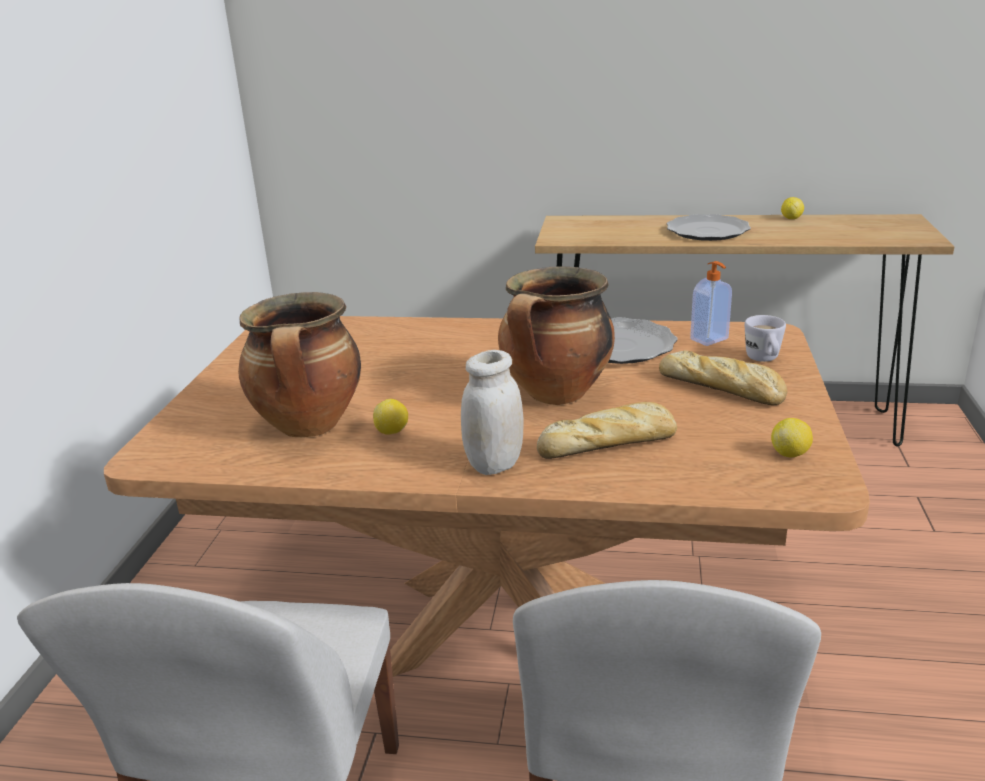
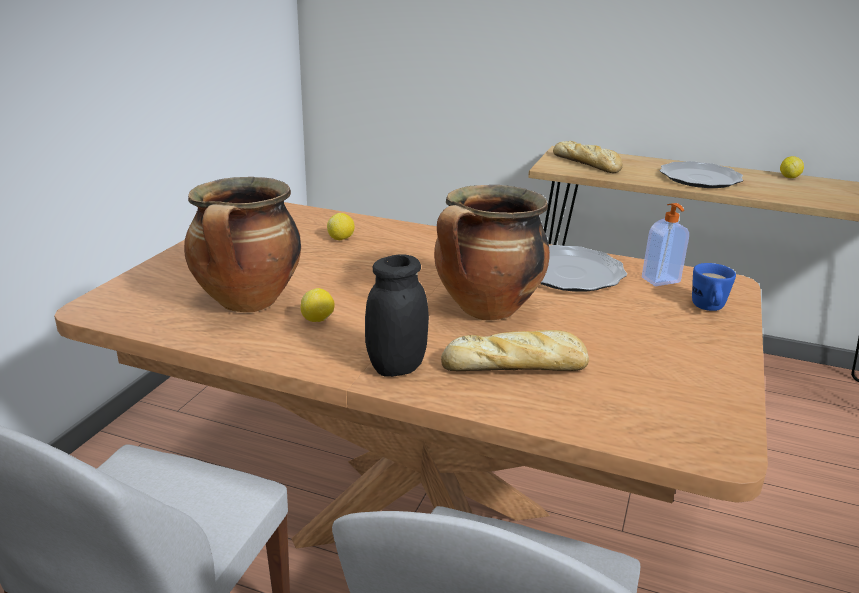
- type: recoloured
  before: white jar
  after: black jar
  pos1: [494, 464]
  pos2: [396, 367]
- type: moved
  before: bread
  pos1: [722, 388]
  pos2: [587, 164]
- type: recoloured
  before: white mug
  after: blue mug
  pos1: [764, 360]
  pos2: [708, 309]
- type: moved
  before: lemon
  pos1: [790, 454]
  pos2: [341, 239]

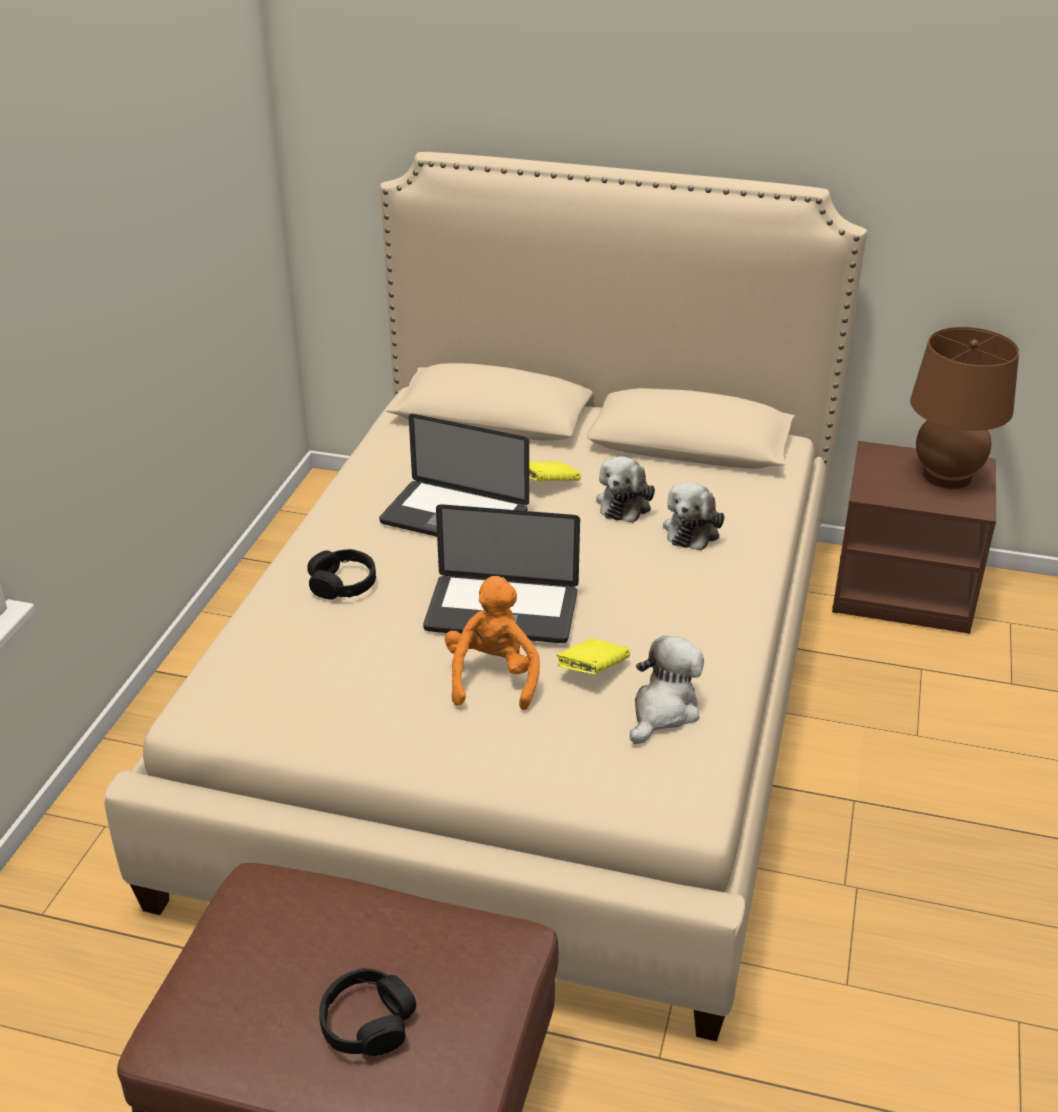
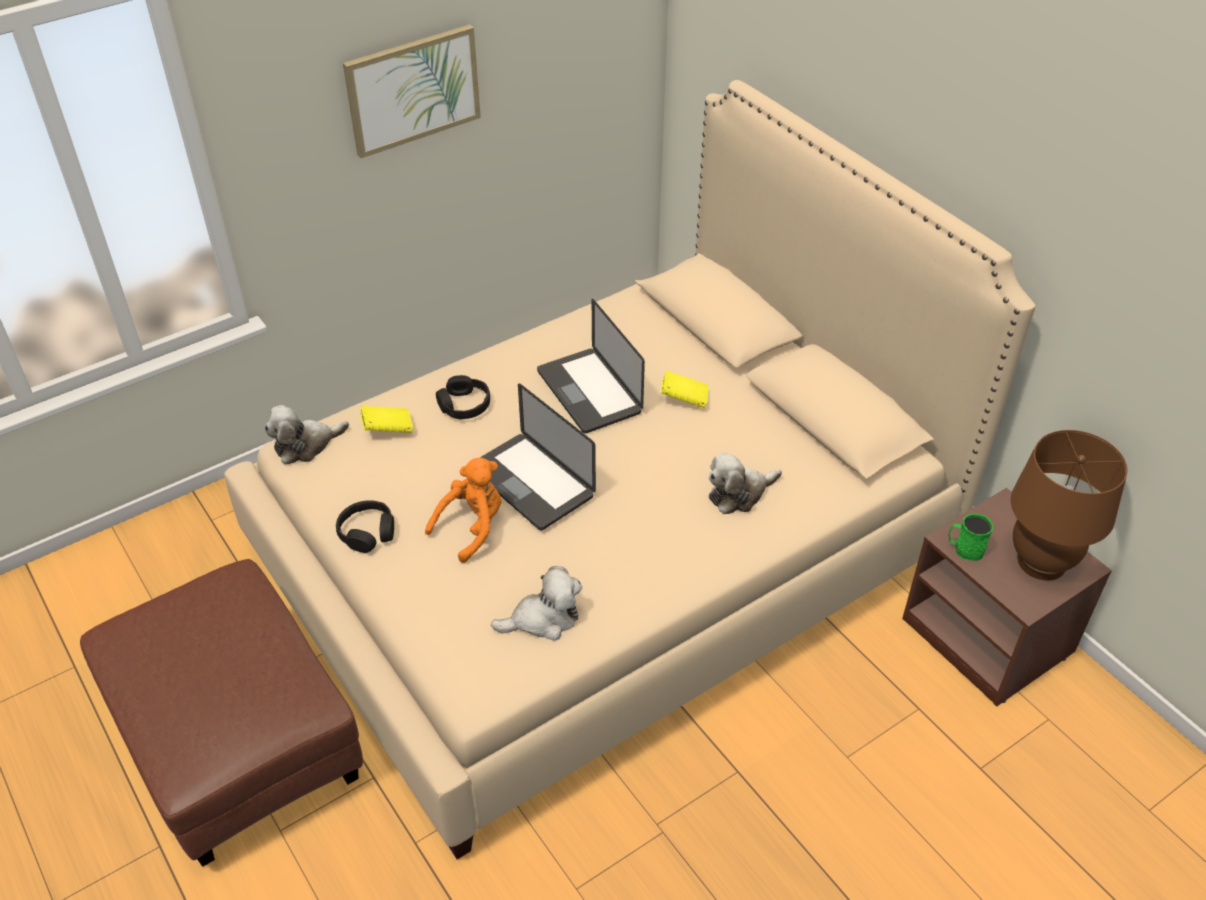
- type: moved
  before: black headphones
  pos1: [367, 1023]
  pos2: [367, 532]
- type: moved
  before: yellow book
  pos1: [592, 670]
  pos2: [387, 429]
- type: moved
  before: plush toy
  pos1: [625, 503]
  pos2: [306, 445]
- type: added
  after: picture
  pos2: [413, 90]
- type: added
  after: green mug
  pos2: [964, 549]

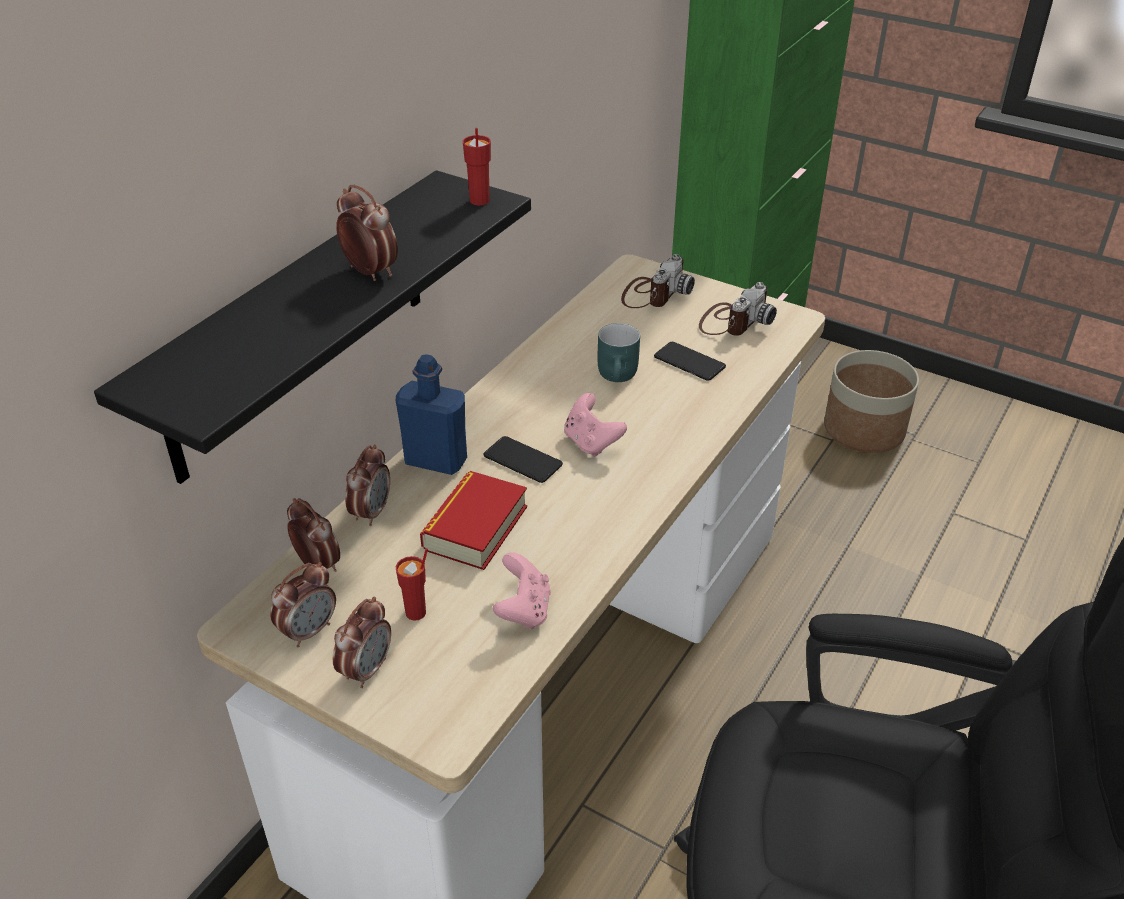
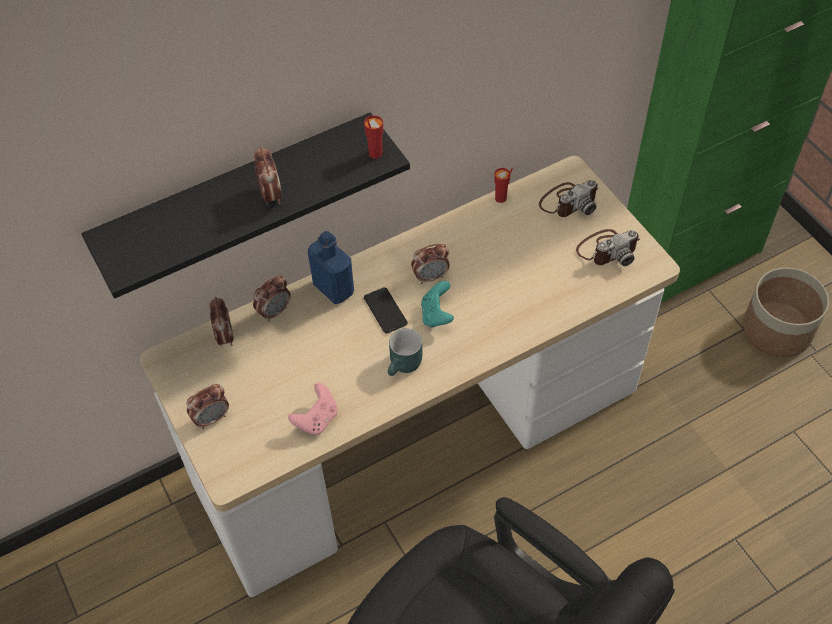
- type: moved
  before: alarm clock
  pos1: [309, 631]
  pos2: [430, 277]
- type: moved
  before: red cup
  pos1: [416, 613]
  pos2: [501, 198]
- type: removed
  before: book
  pos1: [475, 528]
- type: recoloured
  before: pink game controller
  after: turquoise game controller
  pos1: [591, 443]
  pos2: [437, 315]
- type: moved
  before: turquoise mug
  pos1: [620, 376]
  pos2: [405, 366]
- type: removed
  before: phone
  pos1: [689, 362]

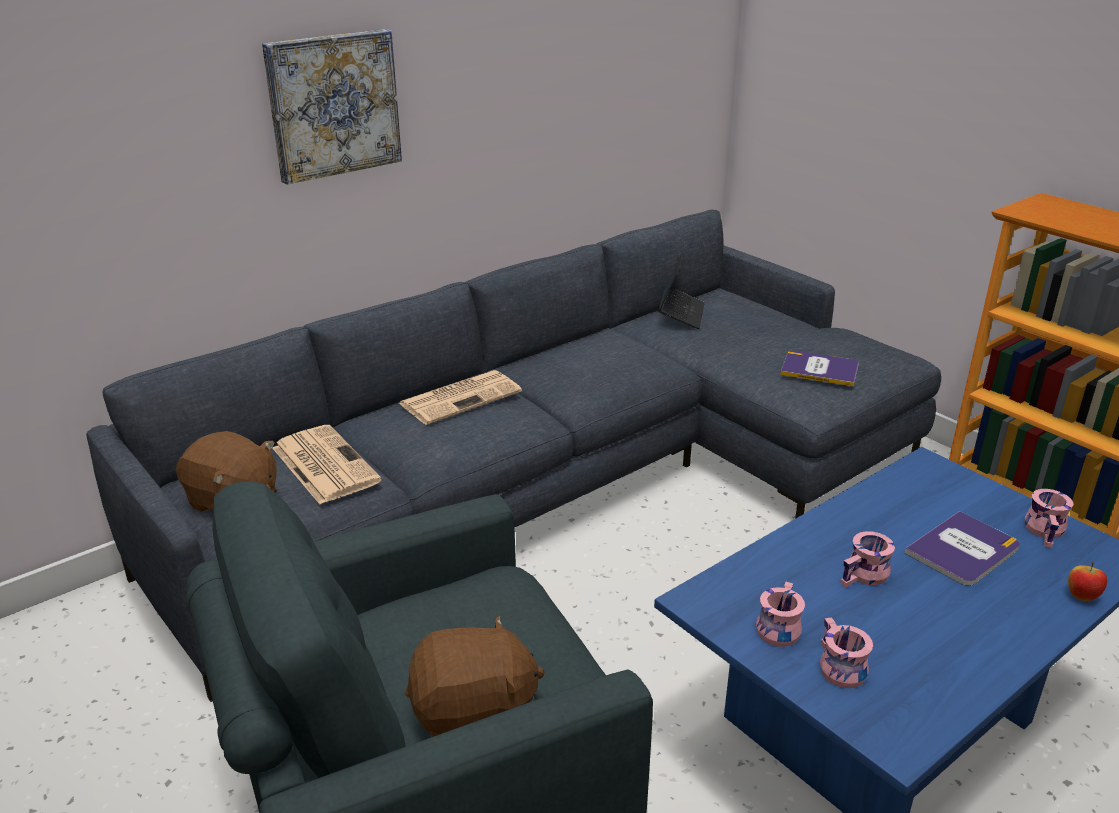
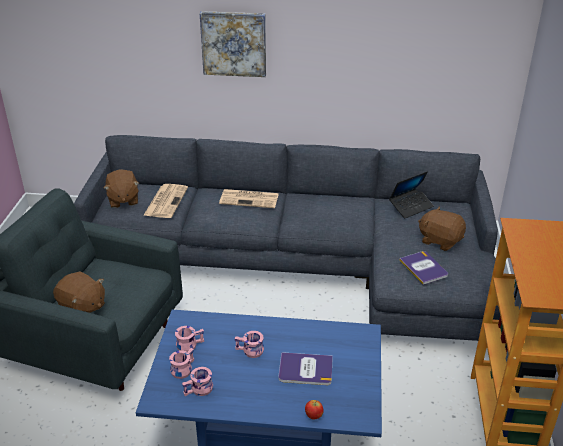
- type: moved
  before: pink mug
  pos1: [1047, 532]
  pos2: [199, 390]
- type: added
  after: brown plush toy
  pos2: [440, 240]

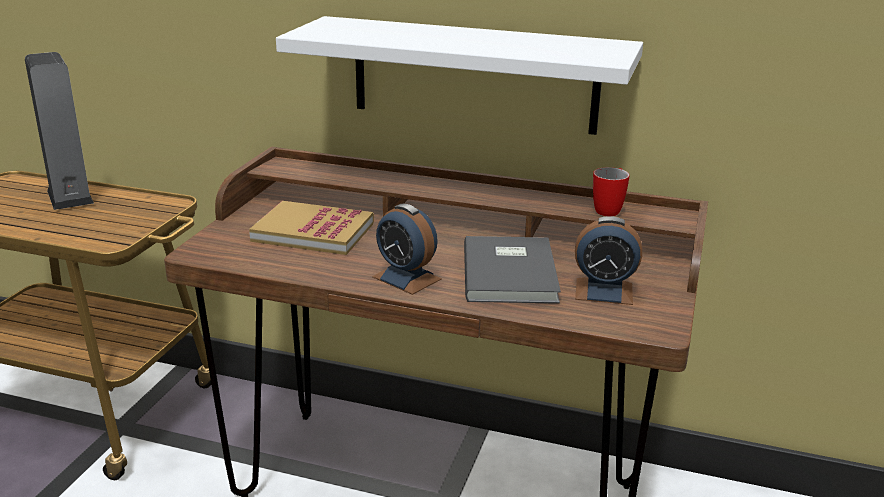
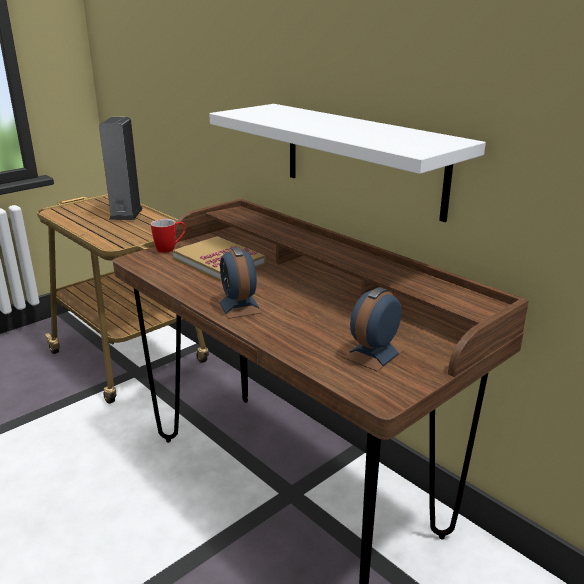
- type: removed
  before: grey book
  pos1: [512, 272]
- type: turned
  before: alarm clock
  pos1: [604, 291]
  pos2: [373, 354]
  turn: 90
- type: moved
  before: mug
  pos1: [610, 209]
  pos2: [170, 249]

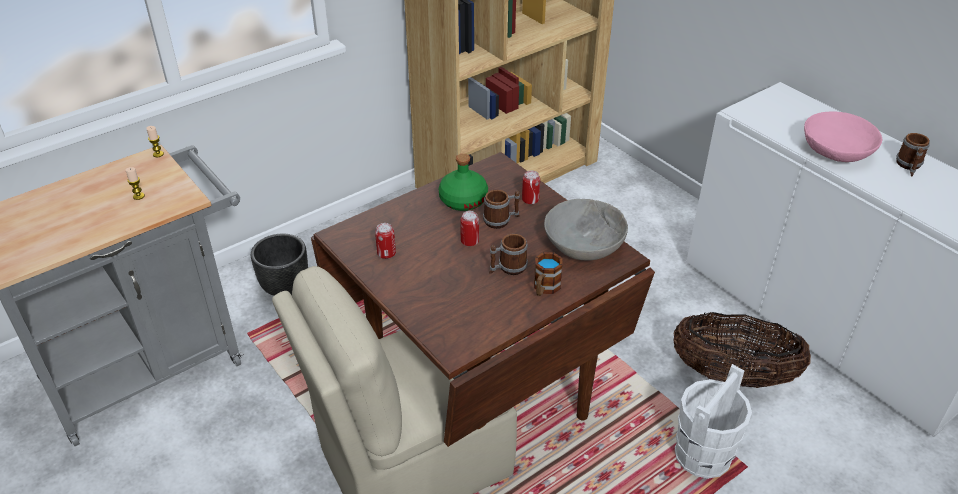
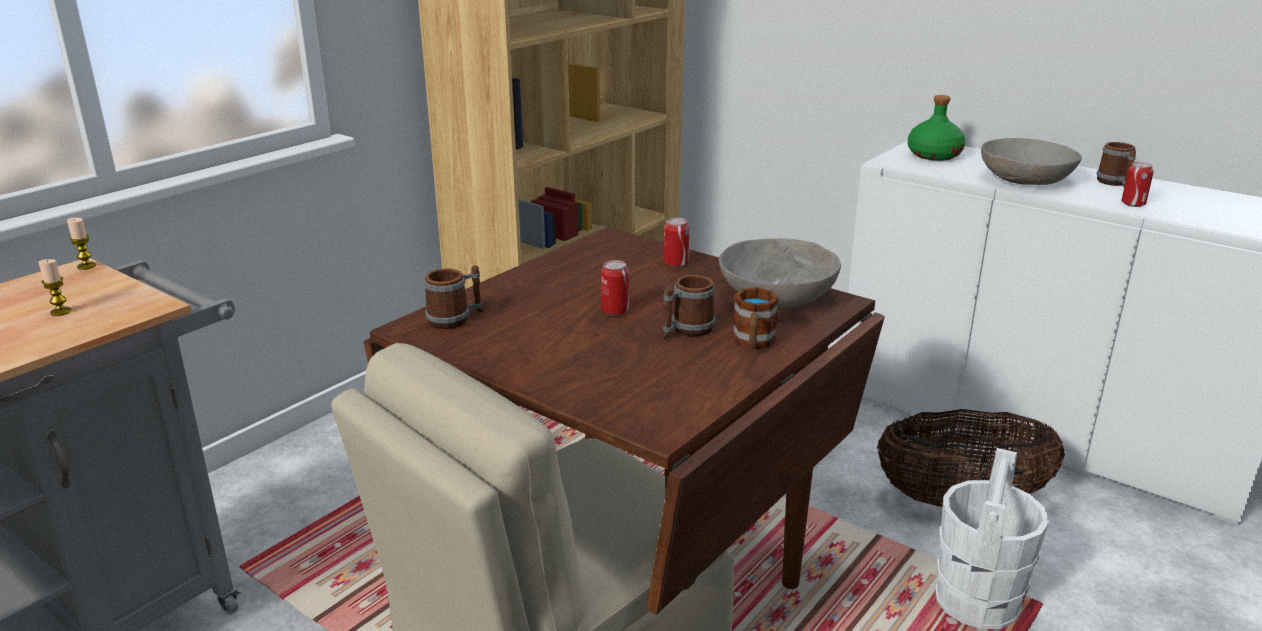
- type: removed
  before: black planter
  pos1: [285, 286]
- type: moved
  before: can
  pos1: [386, 254]
  pos2: [1133, 204]
- type: moved
  before: green bottle
  pos1: [463, 200]
  pos2: [933, 155]
- type: moved
  before: mug
  pos1: [501, 220]
  pos2: [456, 319]
- type: recoloured
  before: pink bowl
  after: grey bowl
  pos1: [836, 151]
  pos2: [1026, 180]

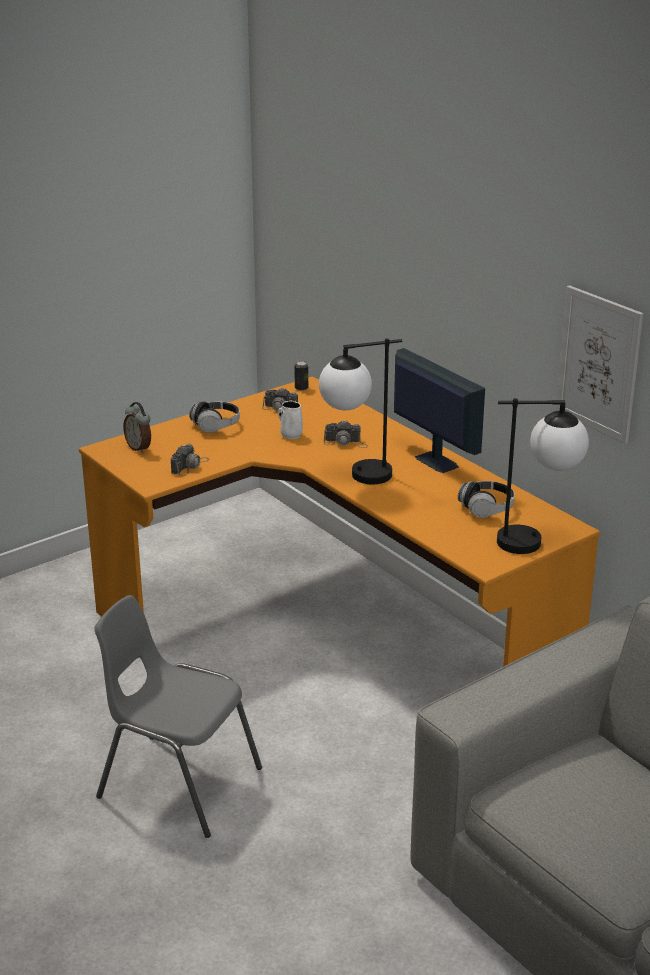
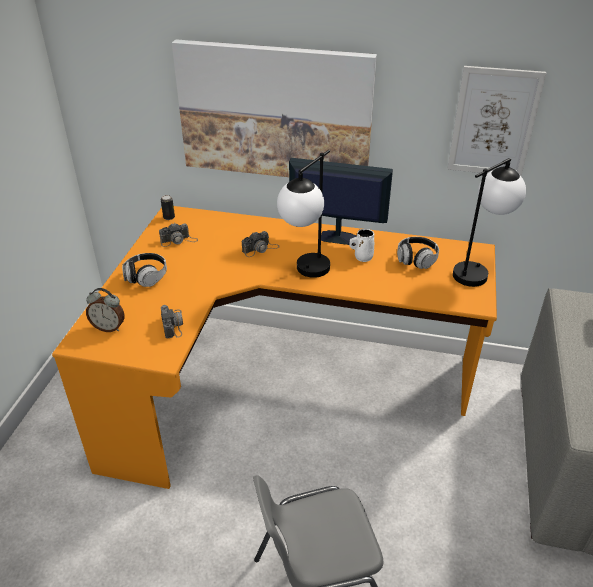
- type: moved
  before: white mug
  pos1: [290, 434]
  pos2: [362, 257]
- type: added
  after: picture
  pos2: [274, 112]

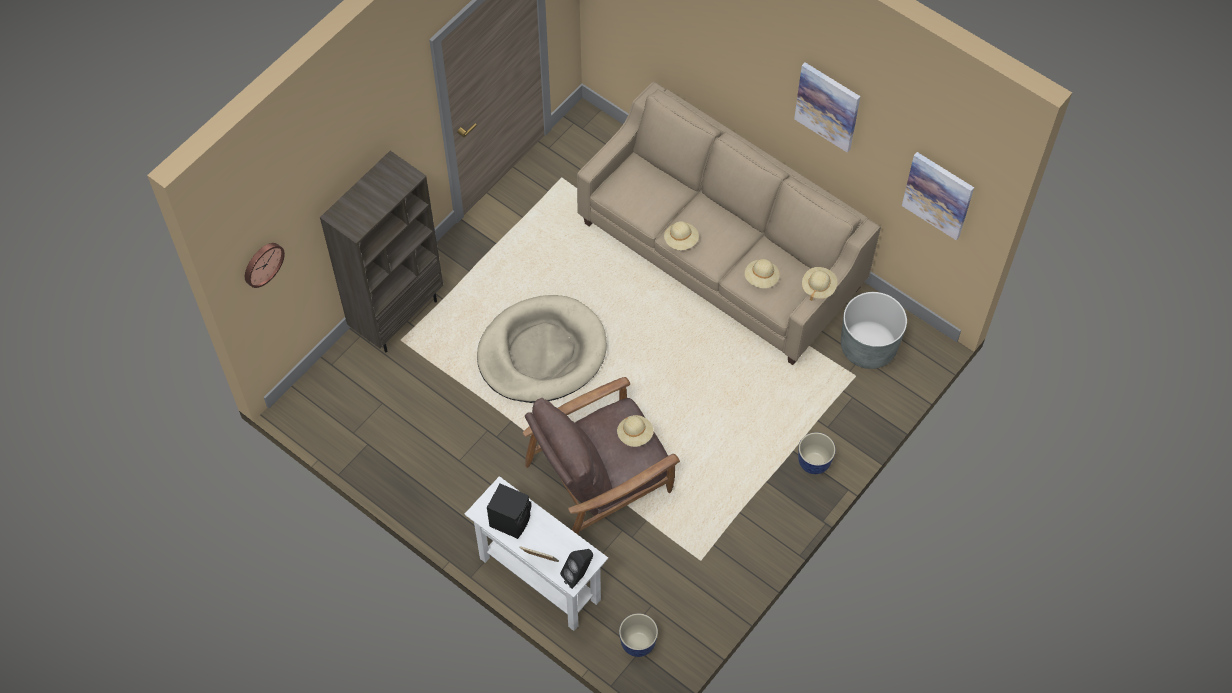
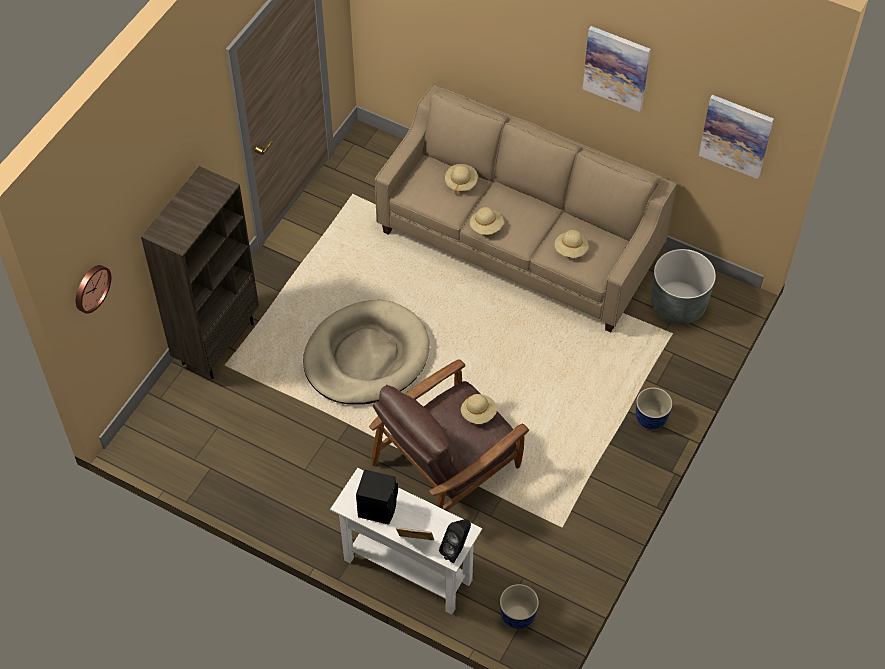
- type: moved
  before: beige hat
  pos1: [818, 287]
  pos2: [461, 182]

